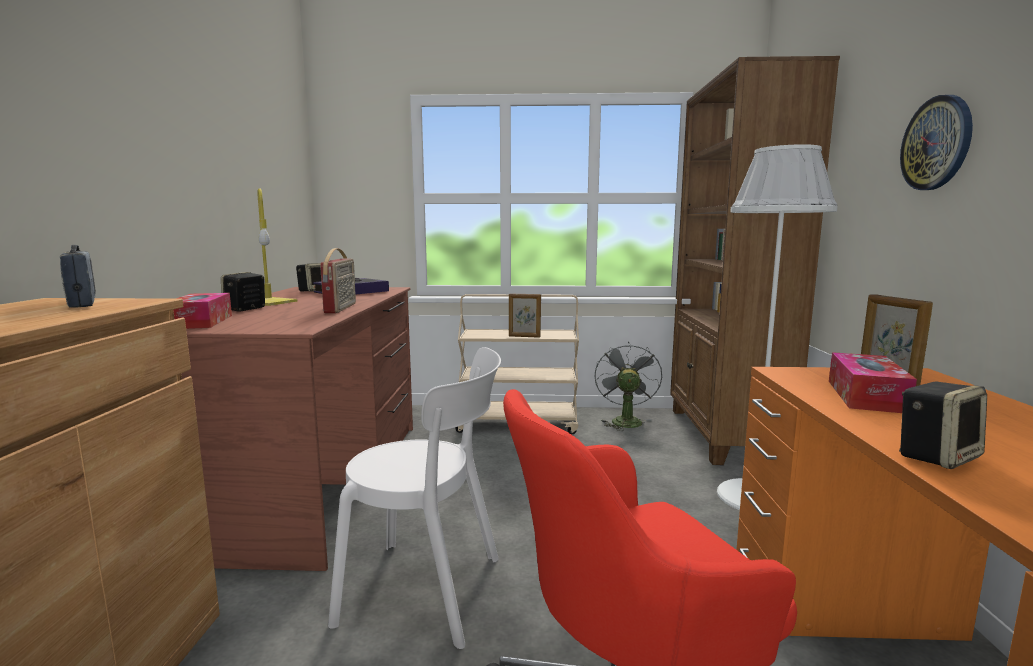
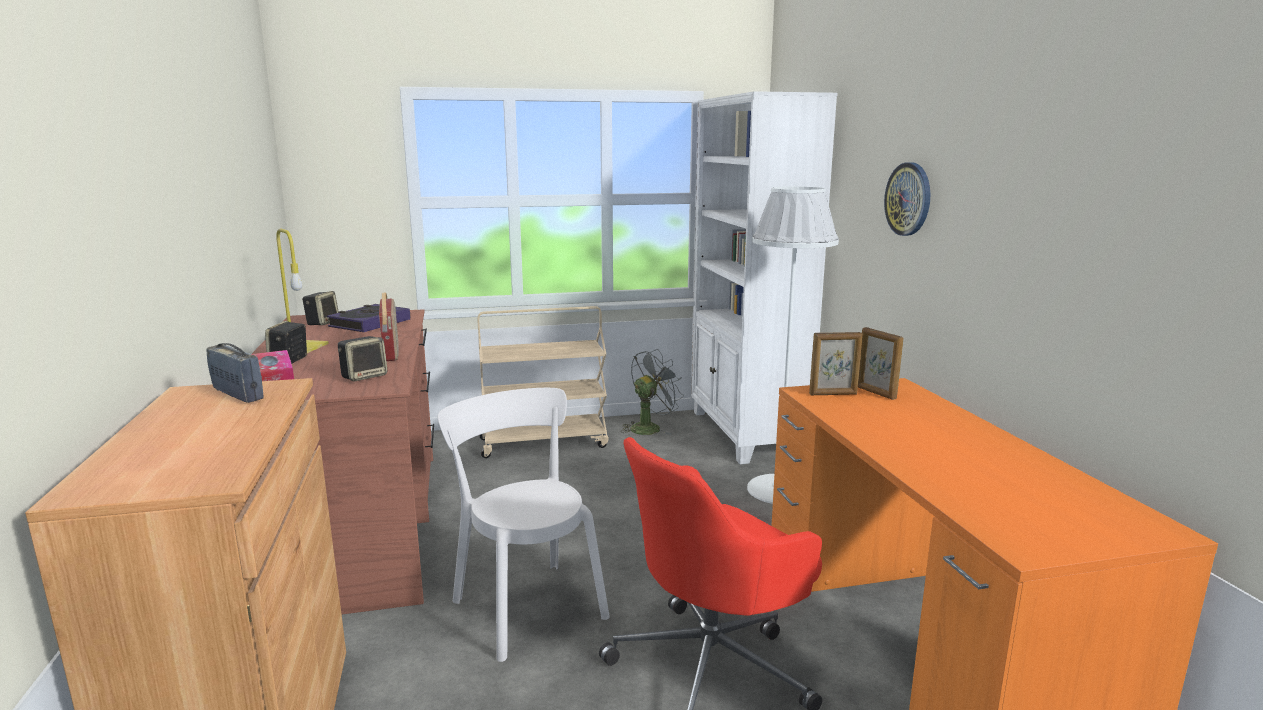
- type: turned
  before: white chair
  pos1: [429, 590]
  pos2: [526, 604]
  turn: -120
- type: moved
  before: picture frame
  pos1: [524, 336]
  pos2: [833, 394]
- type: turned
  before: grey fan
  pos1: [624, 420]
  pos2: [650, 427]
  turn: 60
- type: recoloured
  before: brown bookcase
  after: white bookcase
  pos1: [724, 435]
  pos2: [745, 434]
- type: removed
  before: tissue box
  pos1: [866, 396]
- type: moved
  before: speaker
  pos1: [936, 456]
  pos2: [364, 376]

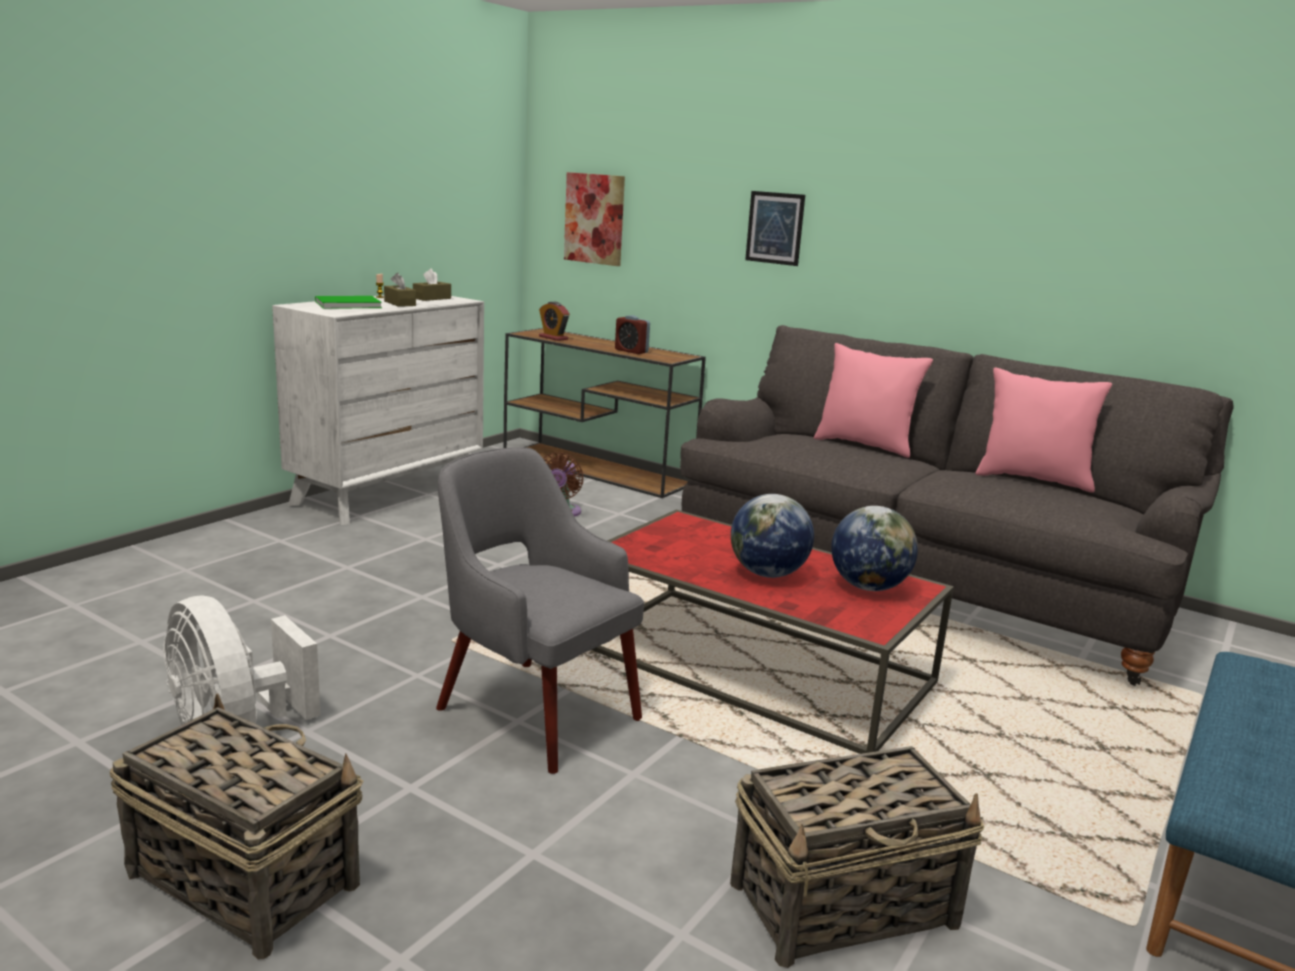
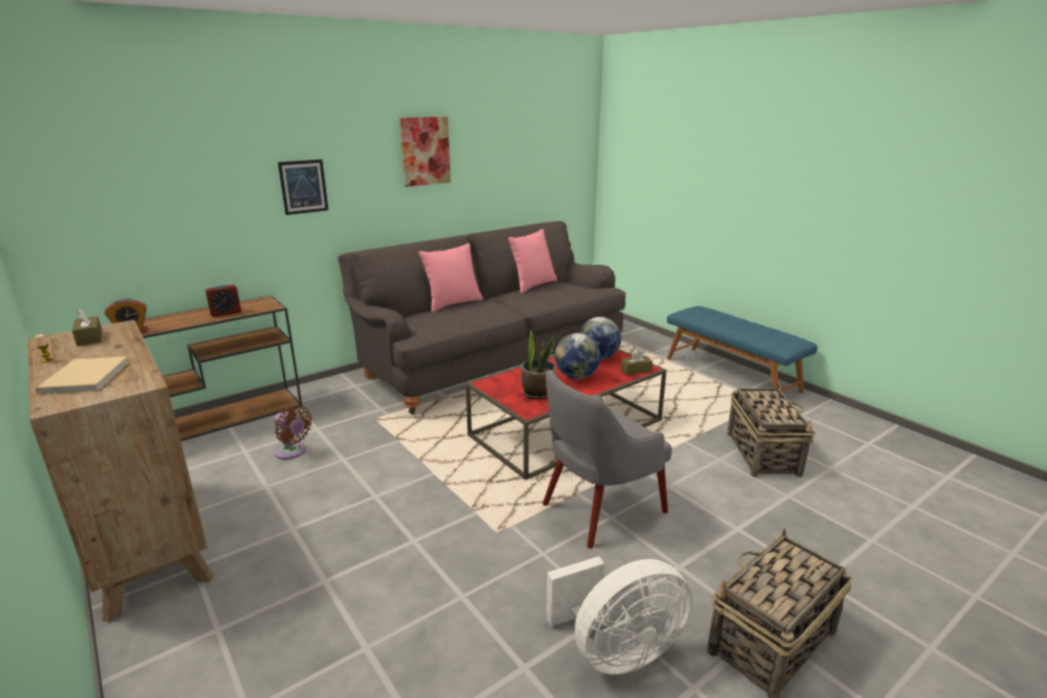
- type: recoloured
  before: white dresser
  after: brown dresser
  pos1: [388, 493]
  pos2: [145, 543]
- type: recoloured
  before: green book
  after: beige book
  pos1: [346, 304]
  pos2: [82, 378]
- type: moved
  before: brown tissue box
  pos1: [400, 303]
  pos2: [636, 370]
- type: moved
  before: picture
  pos1: [594, 219]
  pos2: [425, 151]
- type: added
  after: potted plant
  pos2: [537, 393]

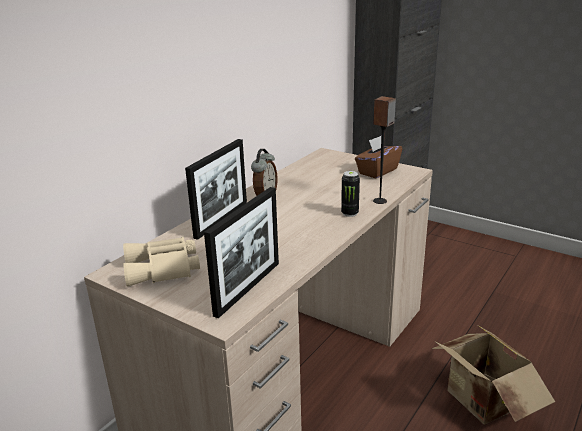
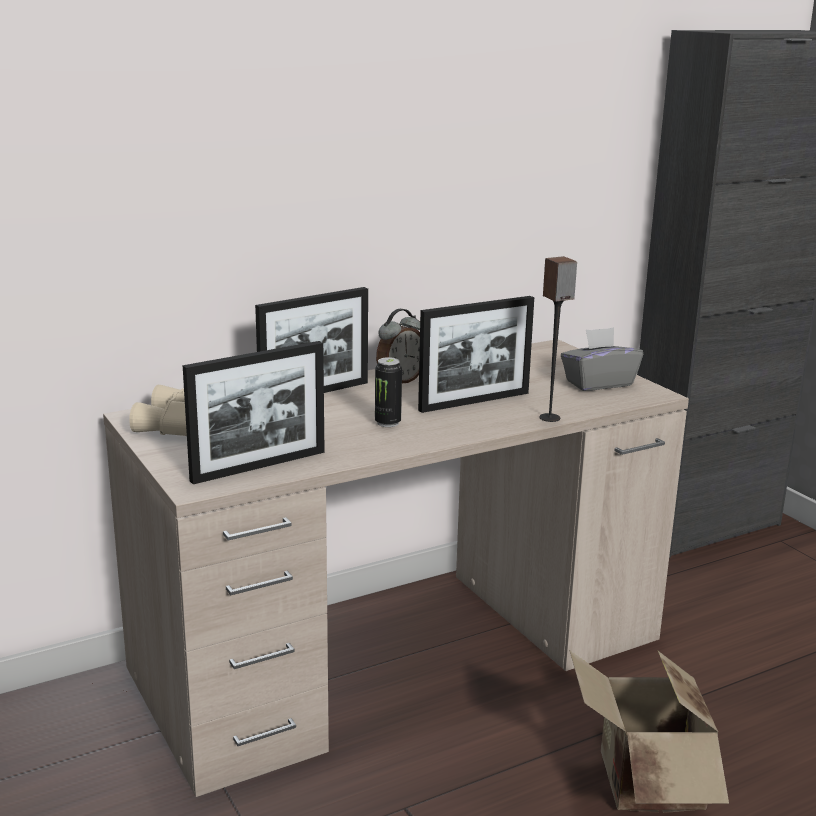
- type: moved
  before: can
  pos1: [349, 213]
  pos2: [387, 423]
- type: recoloured
  before: brown tissue box
  after: grey tissue box
  pos1: [377, 171]
  pos2: [598, 383]
- type: added
  after: picture frame
  pos2: [474, 401]

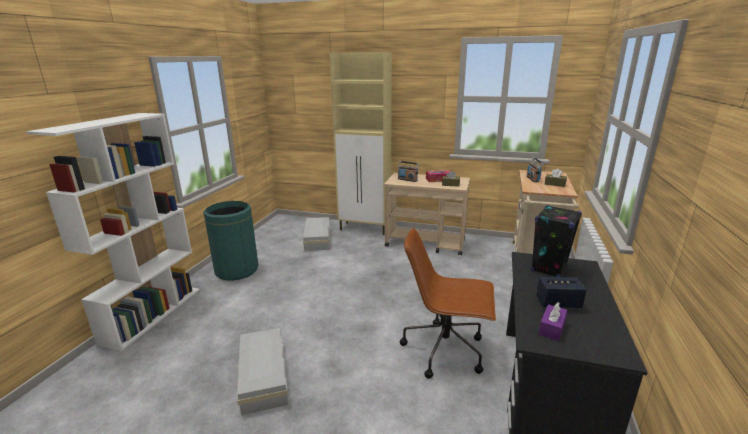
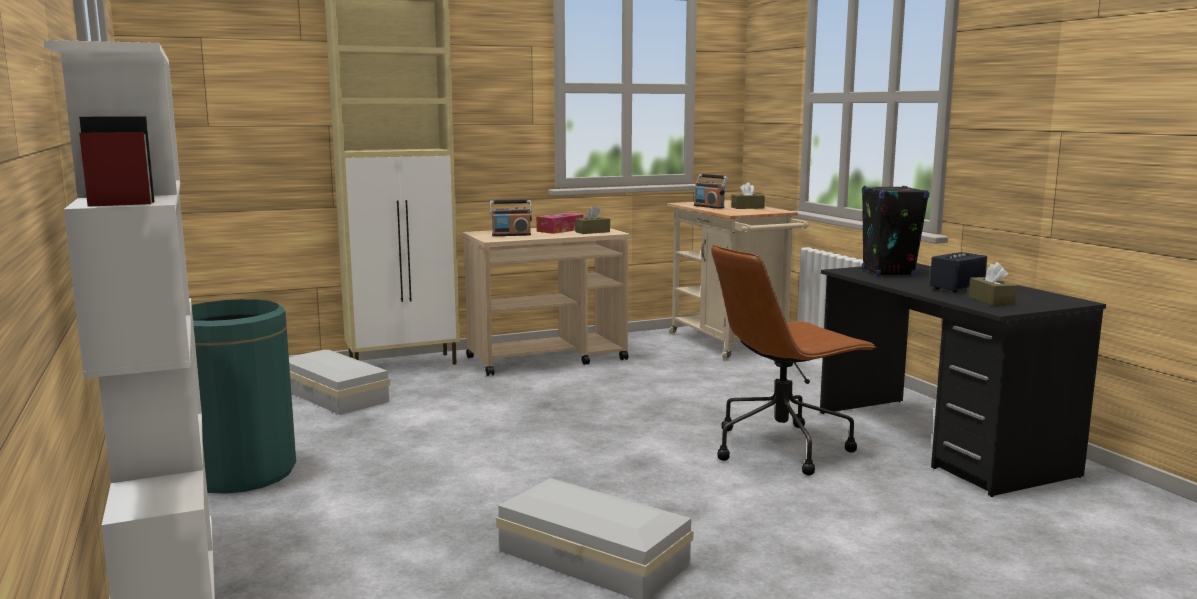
- type: recoloured
  before: purple tissue box
  after: brown tissue box
  pos1: [552, 328]
  pos2: [991, 301]

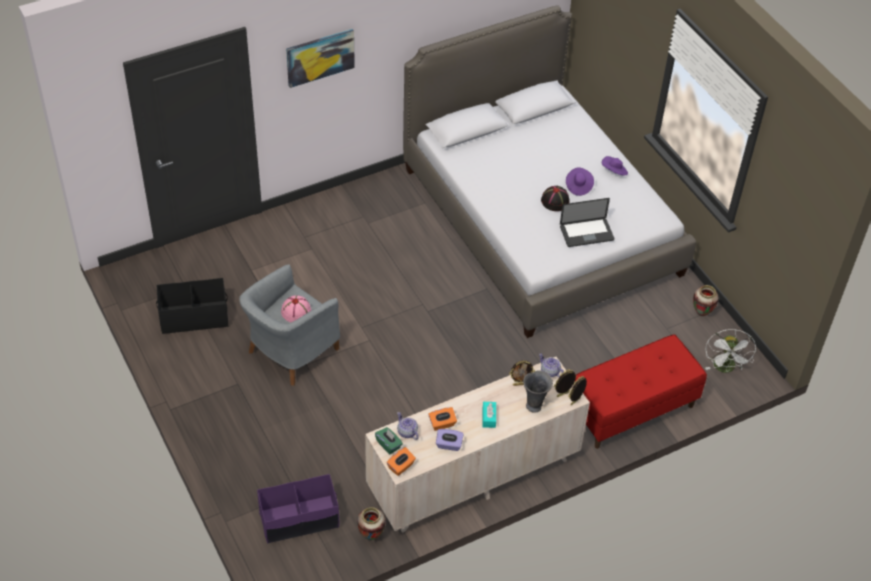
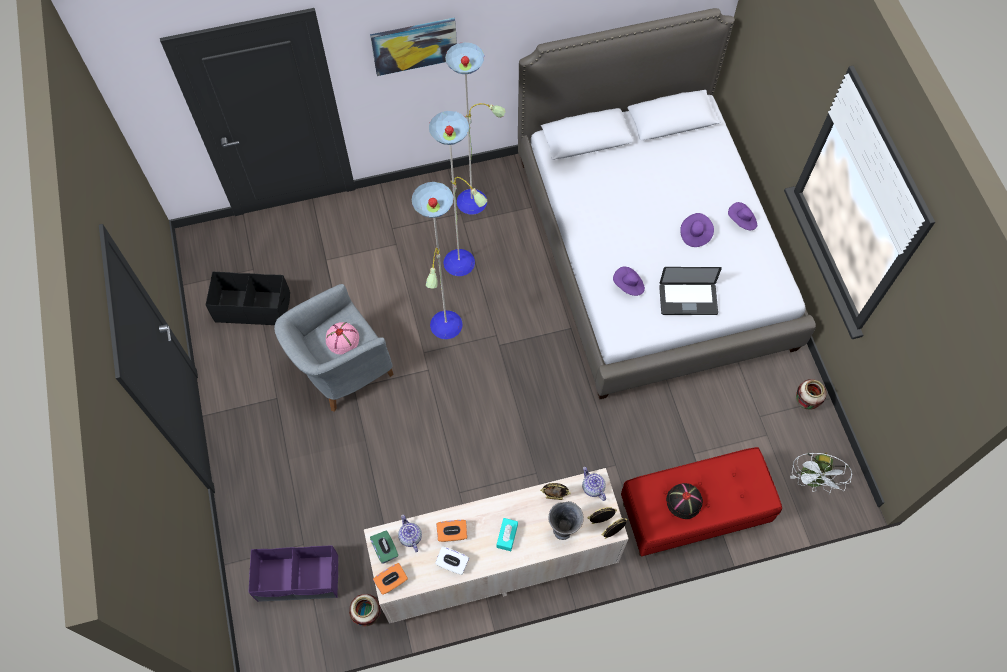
- type: recoloured
  before: purple tissue box
  after: white tissue box
  pos1: [449, 445]
  pos2: [452, 563]
- type: moved
  before: black hat
  pos1: [555, 201]
  pos2: [684, 501]
- type: added
  after: floor lamp
  pos2: [461, 263]
- type: added
  after: purple hat
  pos2: [628, 286]

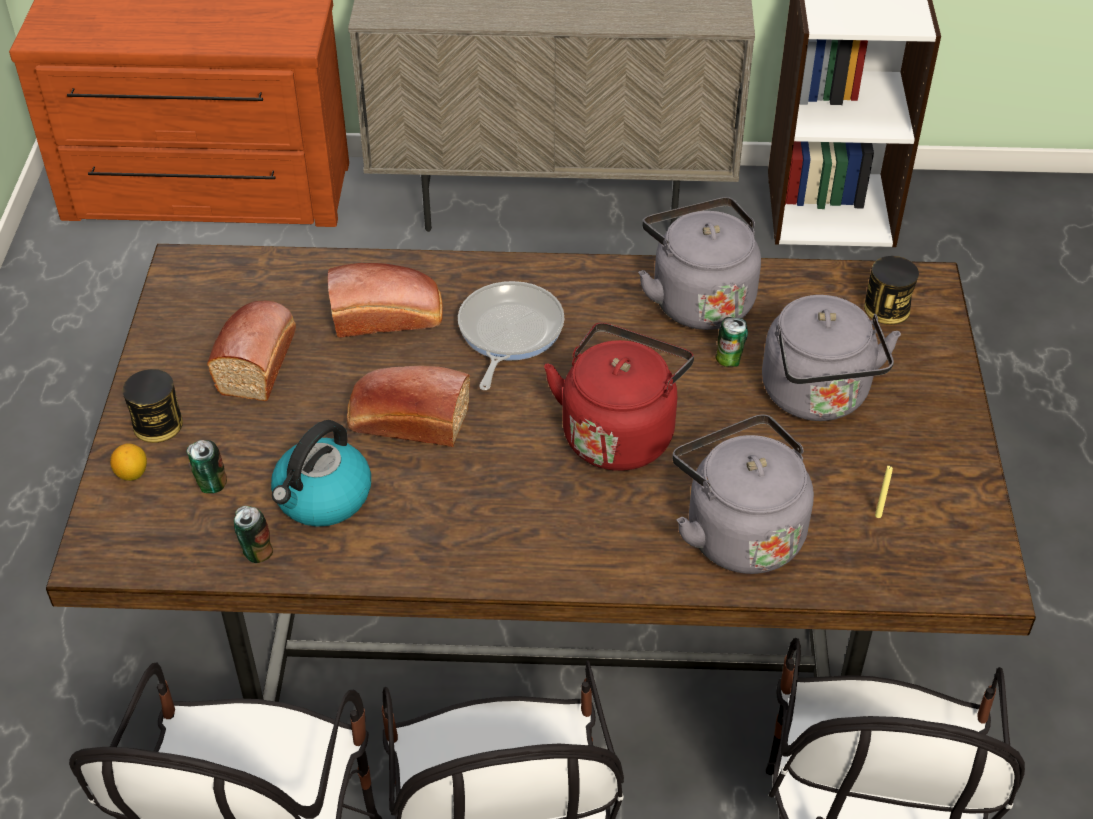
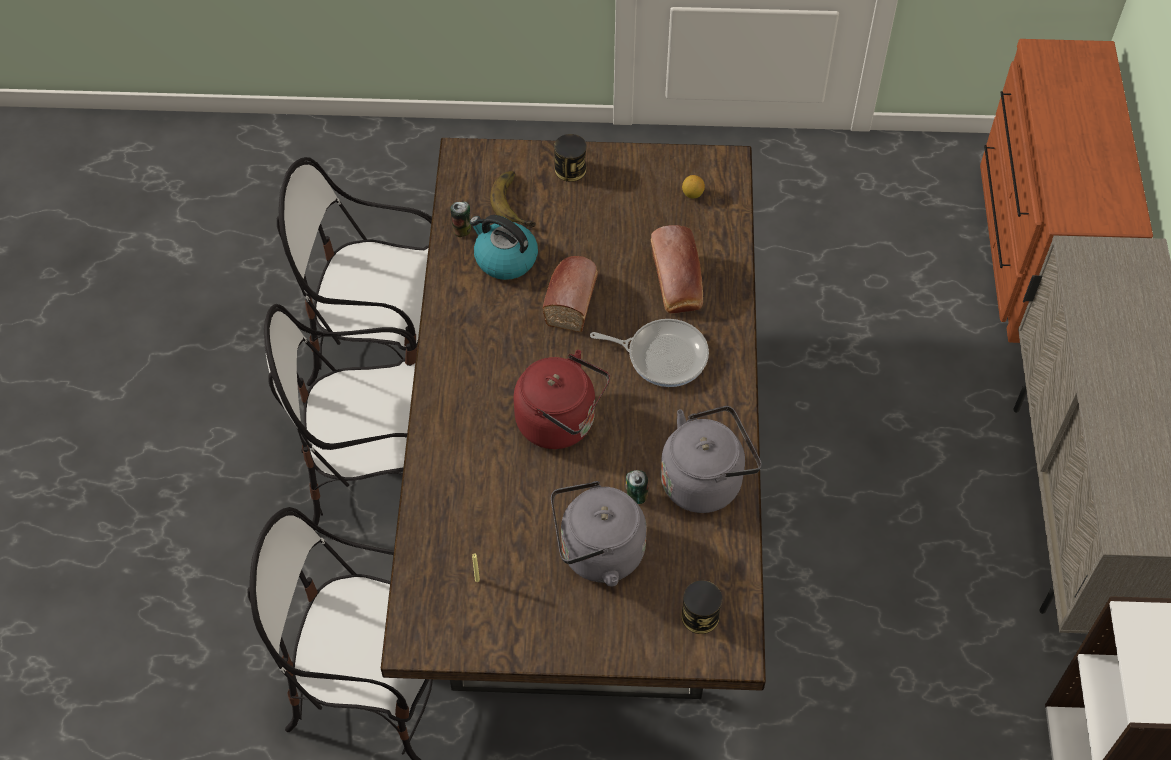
- type: moved
  before: lemon
  pos1: [132, 474]
  pos2: [692, 194]
- type: replaced
  before: can
  after: banana
  pos1: [210, 485]
  pos2: [518, 202]
- type: removed
  before: bread
  pos1: [259, 360]
- type: removed
  before: grey kettle
  pos1: [738, 531]

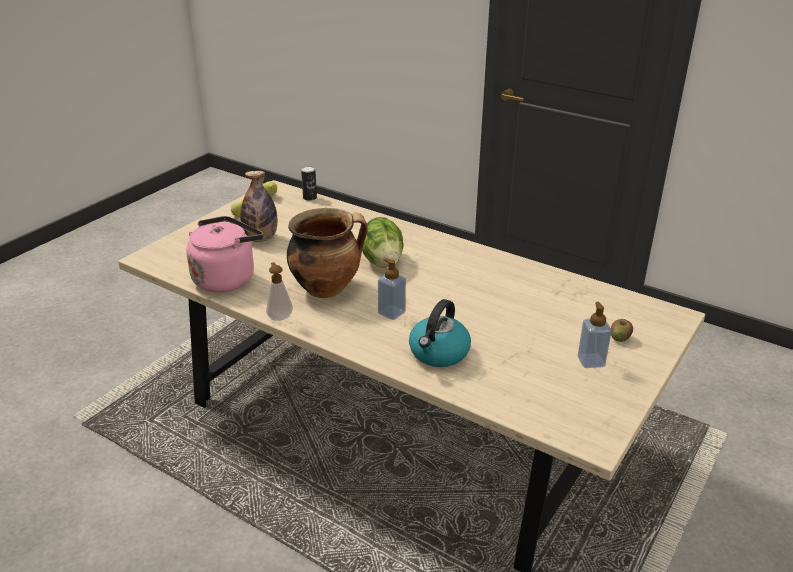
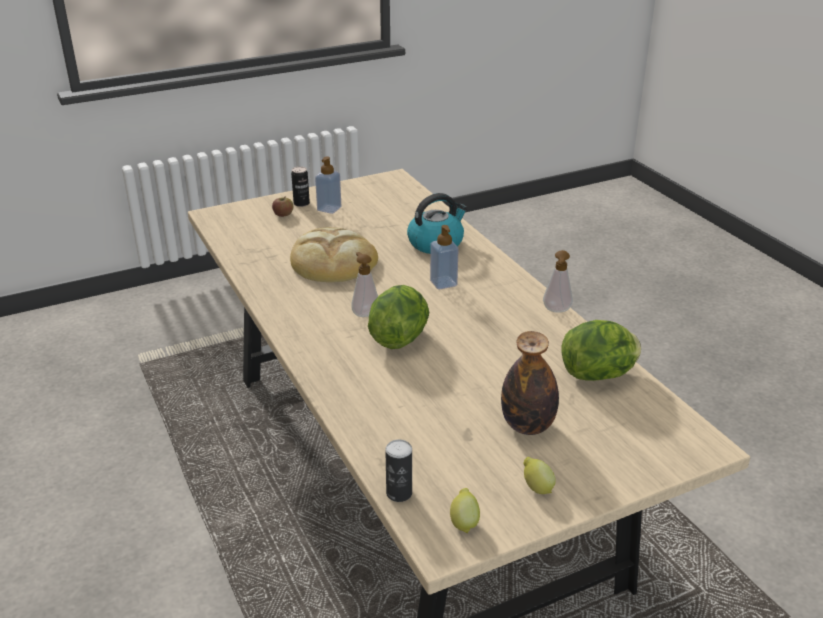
- type: replaced
  before: pink kettle
  after: lettuce
  pos1: [226, 278]
  pos2: [598, 375]
- type: removed
  before: cooking pot
  pos1: [327, 288]
- type: added
  after: bread
  pos2: [333, 261]
- type: added
  after: can
  pos2: [301, 203]
- type: added
  after: soap dispenser
  pos2: [364, 313]

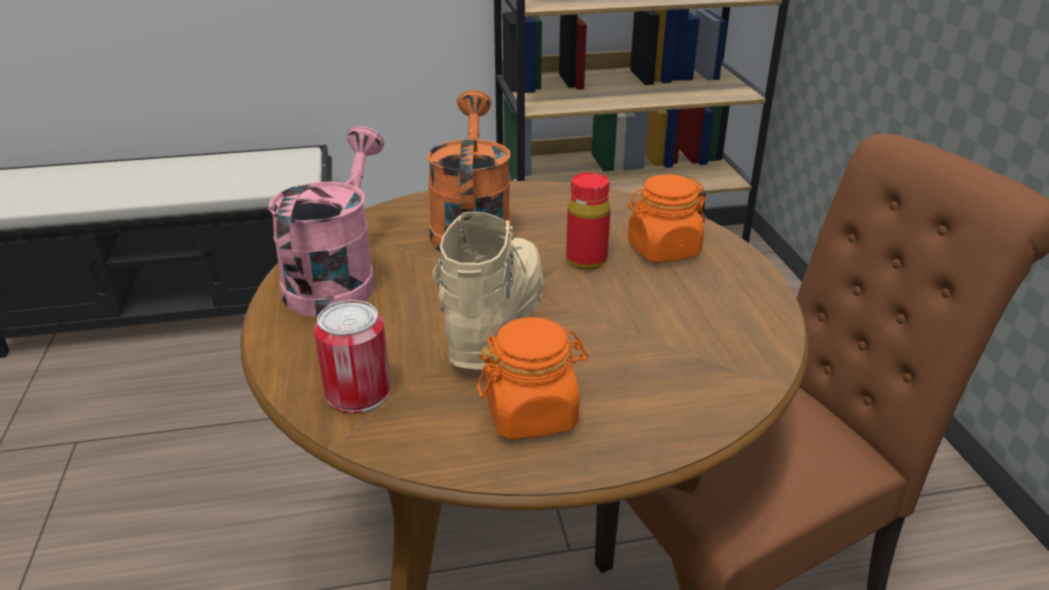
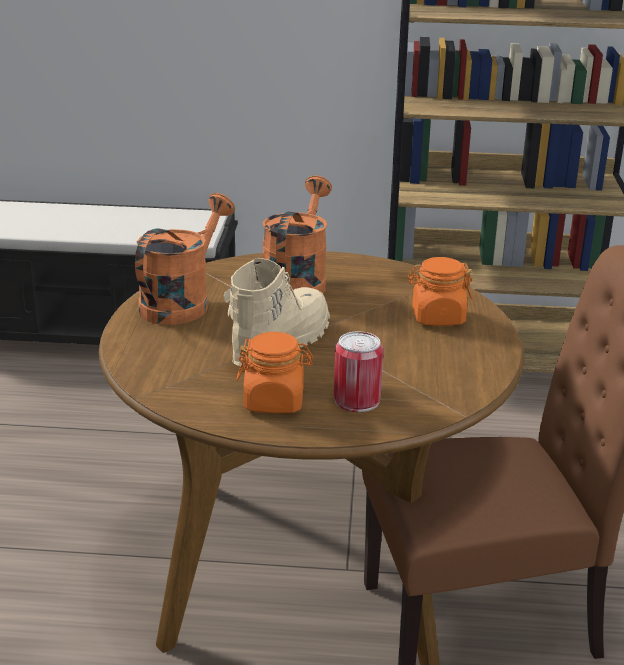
- type: recoloured
  before: pink watering can
  after: orange watering can
  pos1: [336, 279]
  pos2: [181, 303]
- type: moved
  before: can
  pos1: [358, 393]
  pos2: [357, 400]
- type: removed
  before: red bottle
  pos1: [586, 260]

